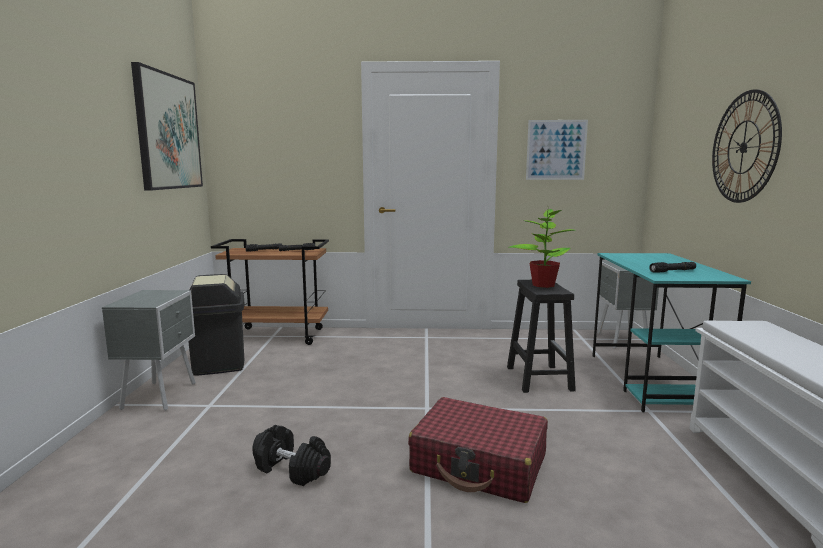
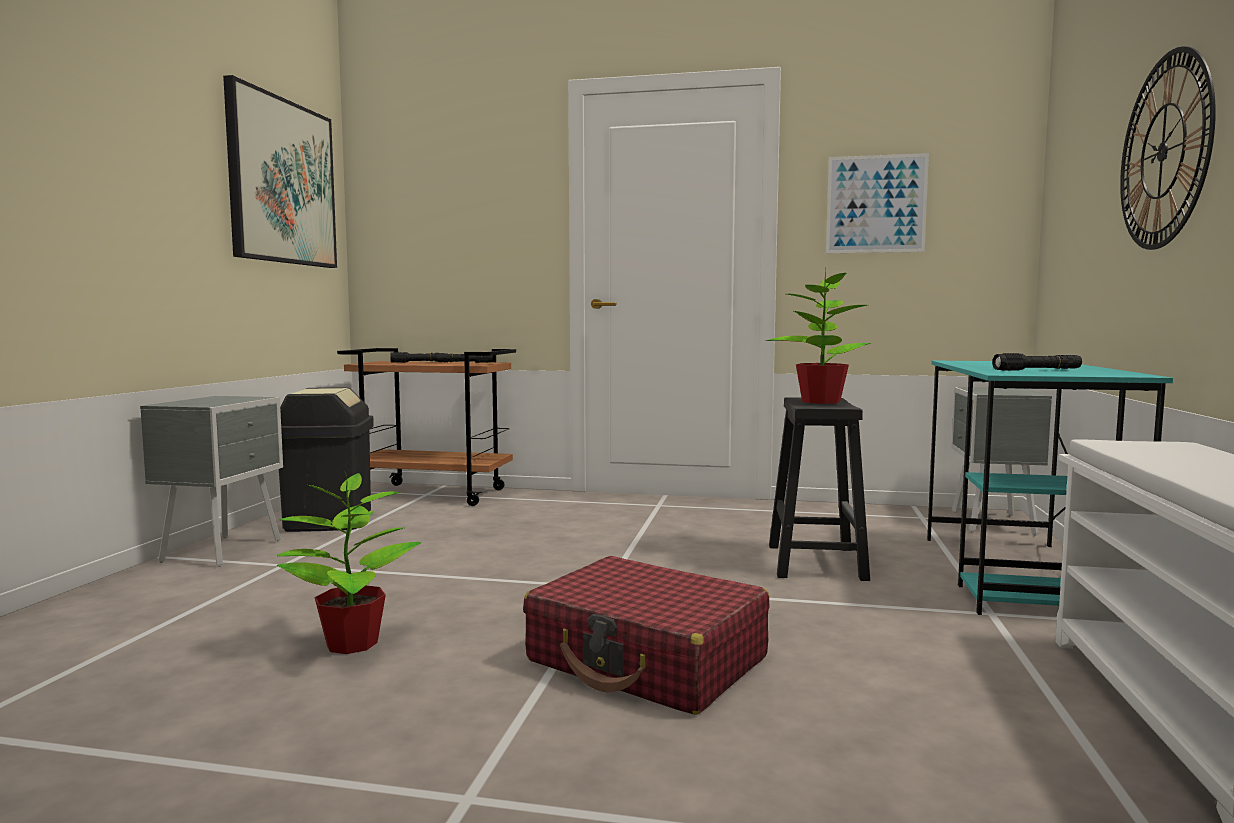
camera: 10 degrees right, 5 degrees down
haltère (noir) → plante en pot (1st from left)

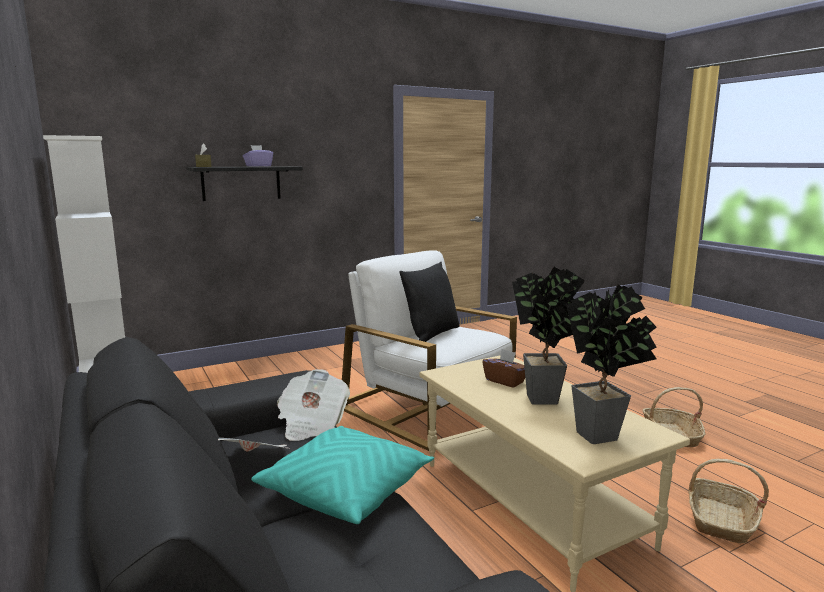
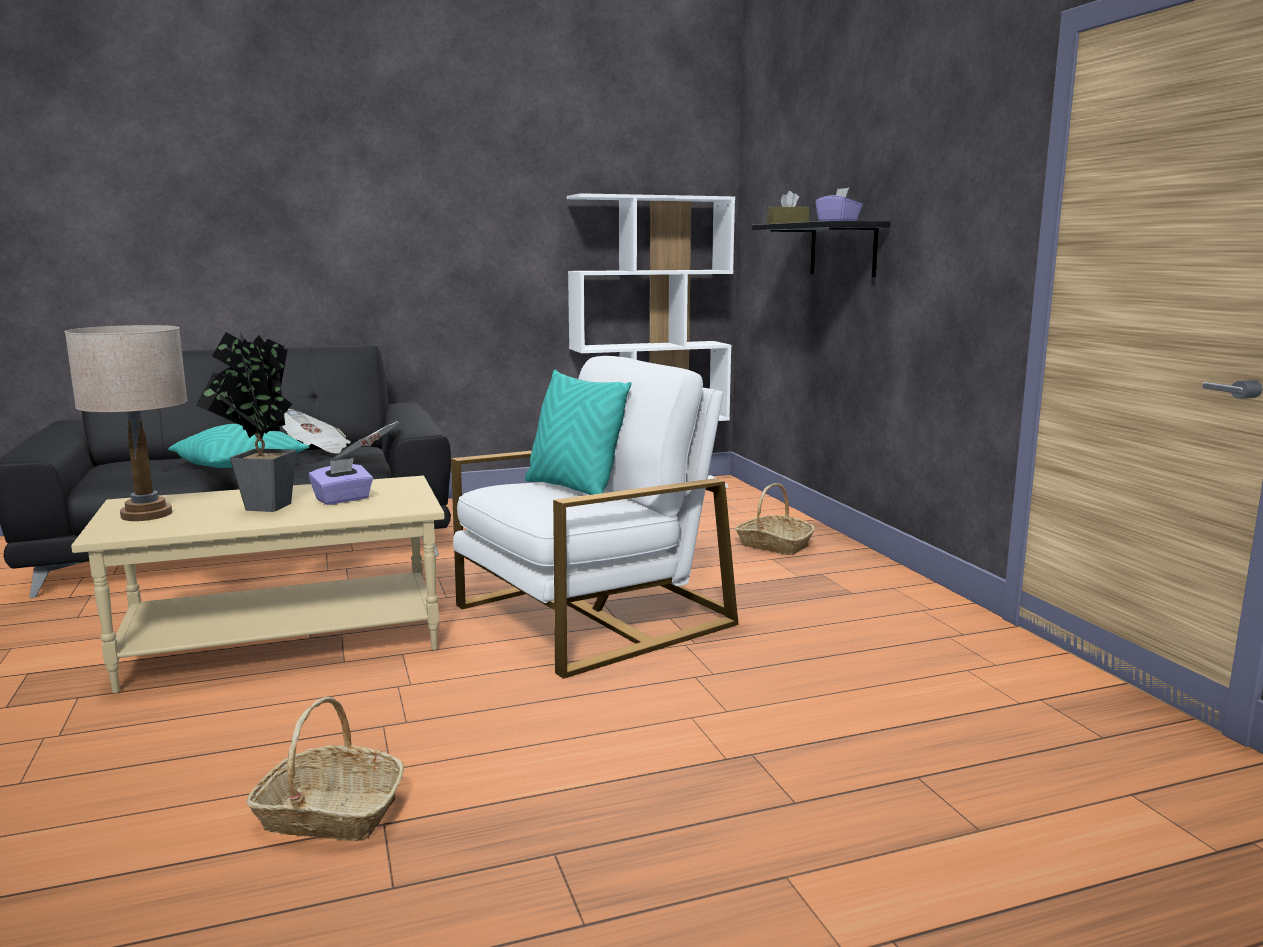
camera: 100 degrees right, 0 degrees up
coussin (noir) → coussin (turquoise) (2nd from left)
plante en pot (2nd from left) → lampe de table (beige)
boîte à mouchoirs (marron) (2nd from left) → boîte à mouchoirs (violet) (1st from left)
panier (2nd from left), moved

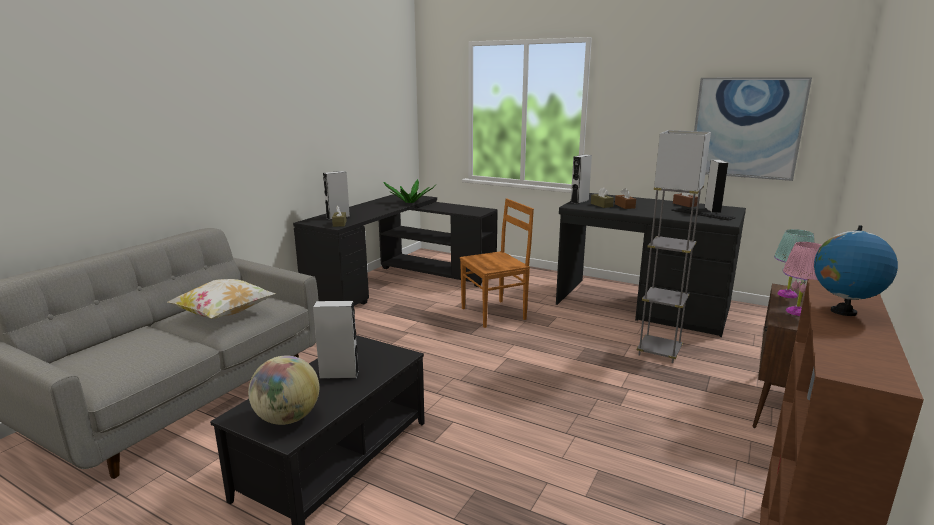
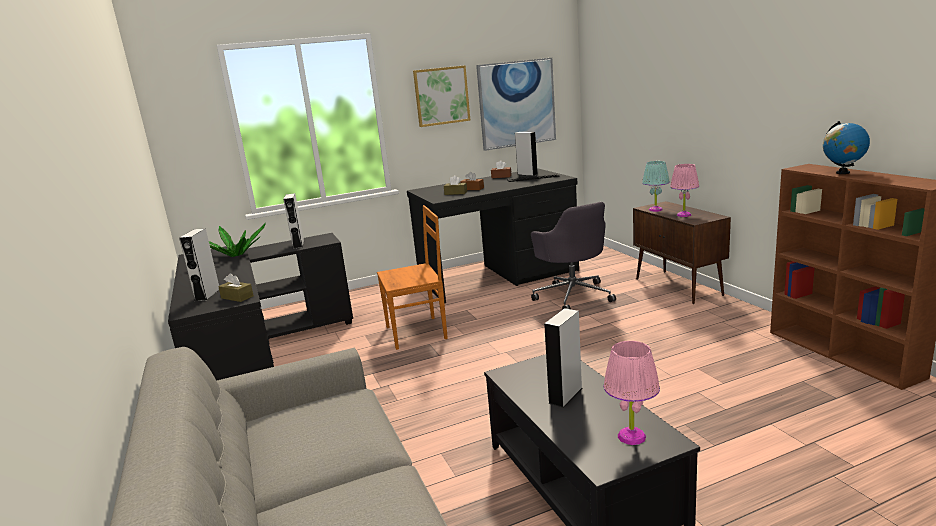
camera: 50 degrees left, 0 degrees up
lampadaire (gris) → chaise de bureau (gris)
enceinte (gris) (3rd from left in the first image) → enceinte (gris) (2nd from left), moved
chaise (marron), 60 degrees clockwise
coussin → -
globe (1st from left) → lampe de table (rose) (1st from left)
- → tableau (1st from left)

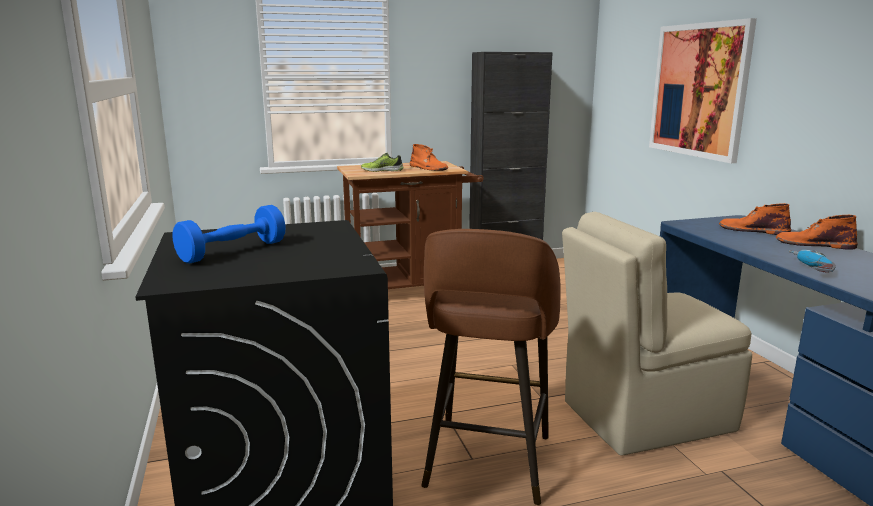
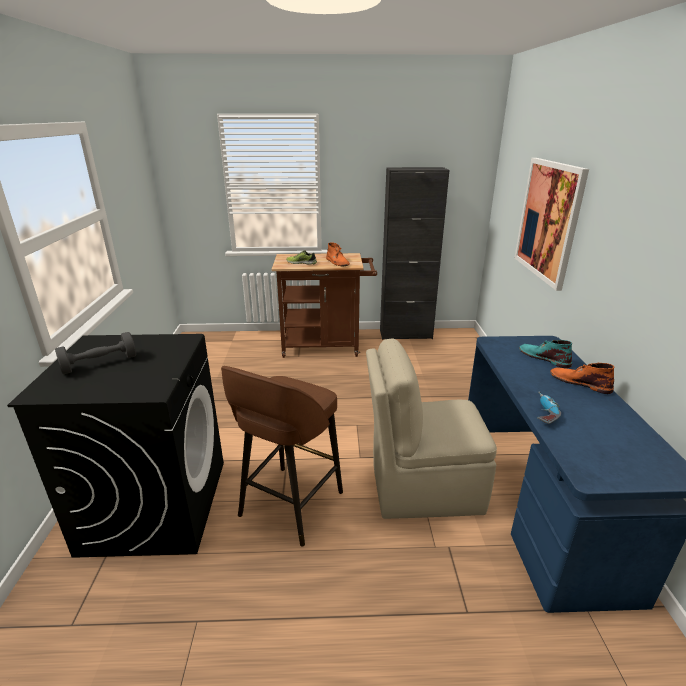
camera: 15 degrees right, 10 degrees up
botte (orange) (2nd from left) → botte (turquoise)
haltère (bleu) → haltère (gris)

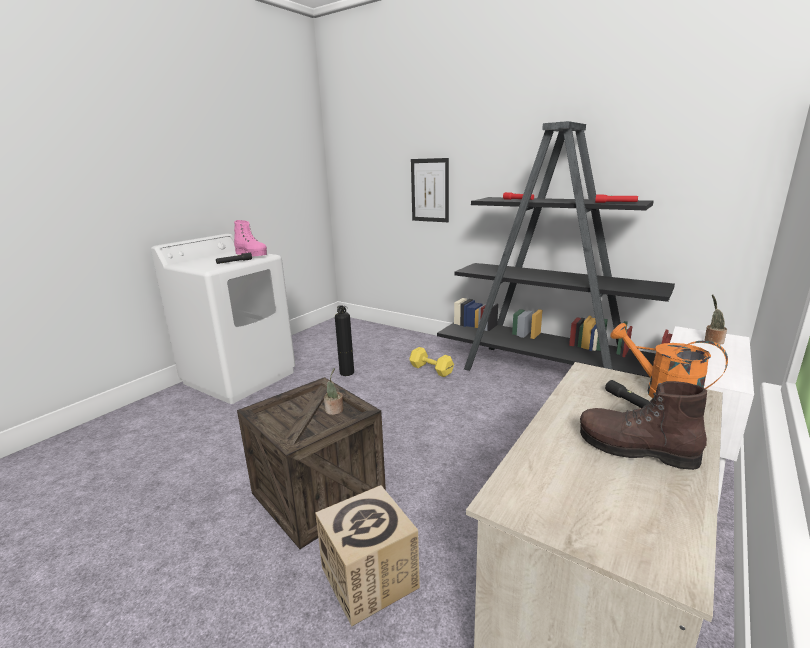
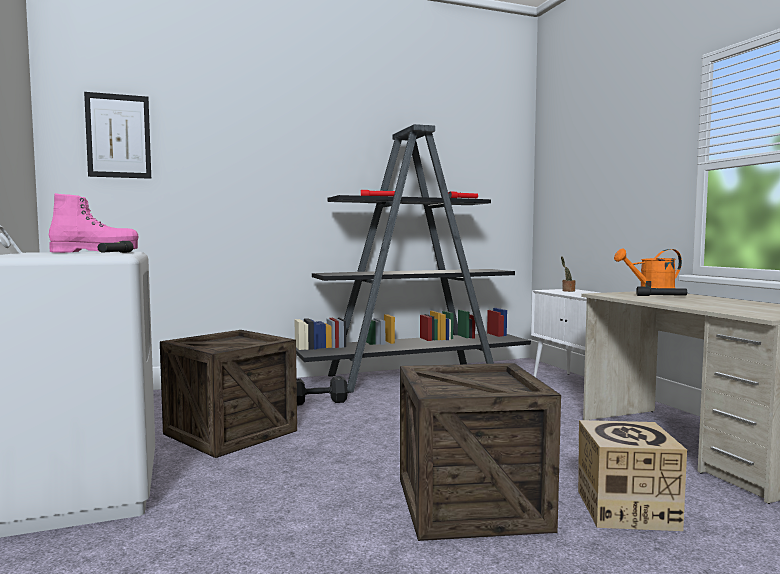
camera: 55 degrees left, 15 degrees down
tableau, moved
extincteur → caisse (1st from left)
haltère (jaune) → haltère (noir)
plante en pot (1st from left) → -
botte (marron) → -

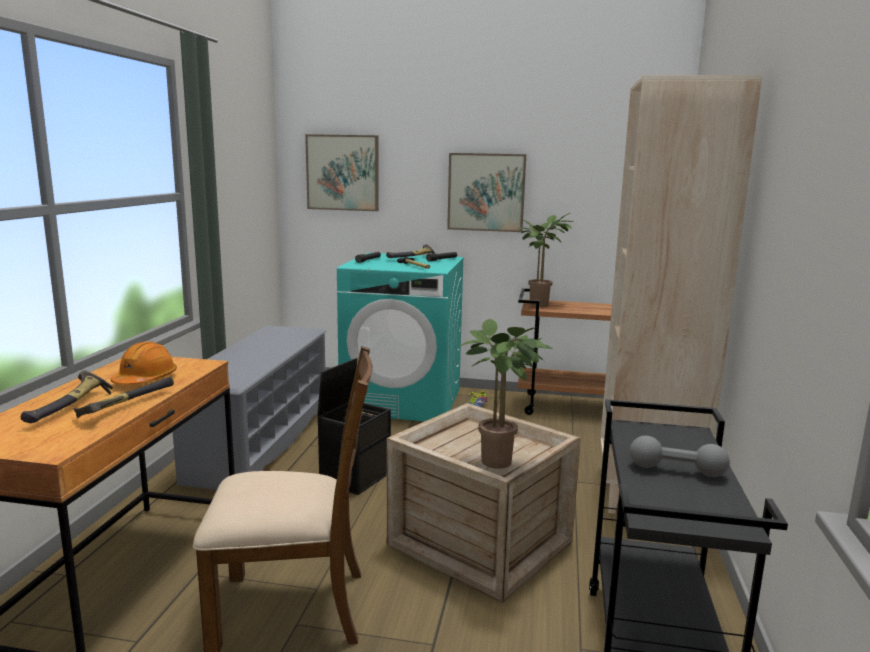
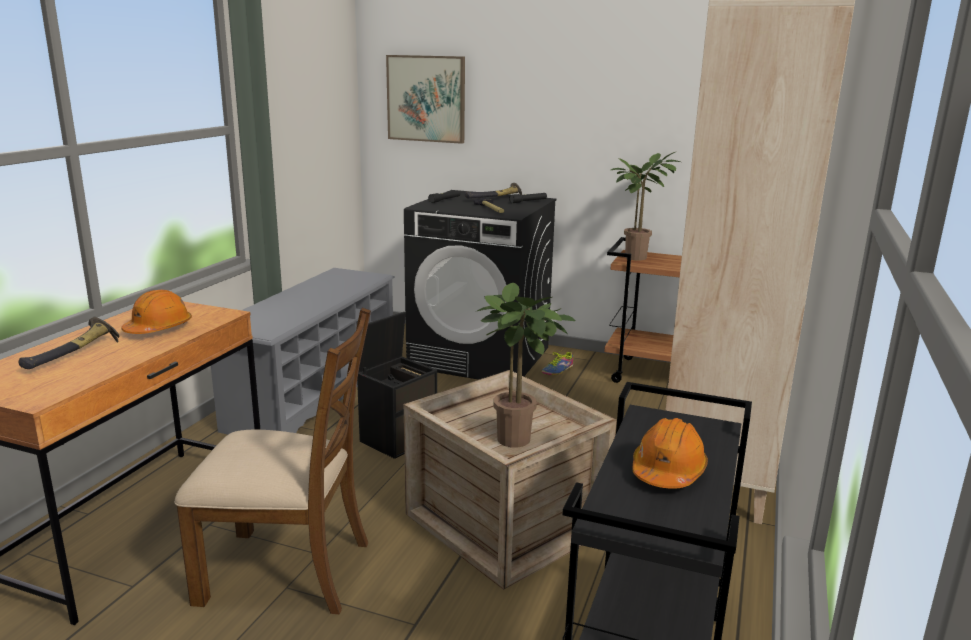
camera: 10 degrees right, 5 degrees up
tableau (2nd from left) → -
lave-linge (turquoise) → lave-linge (noir)
marteau (2nd from left) → -
haltère (gris) → casque de chantier (orange) (2nd from left)

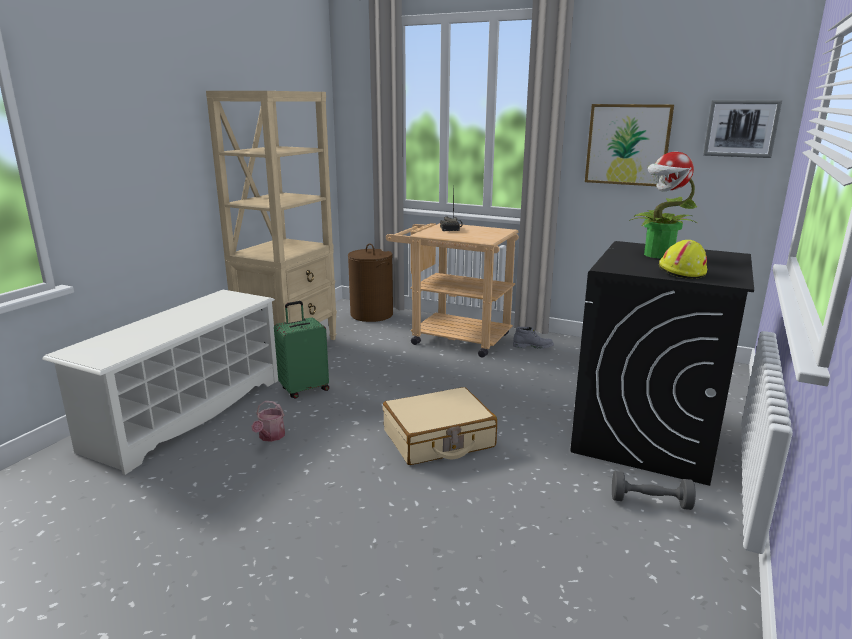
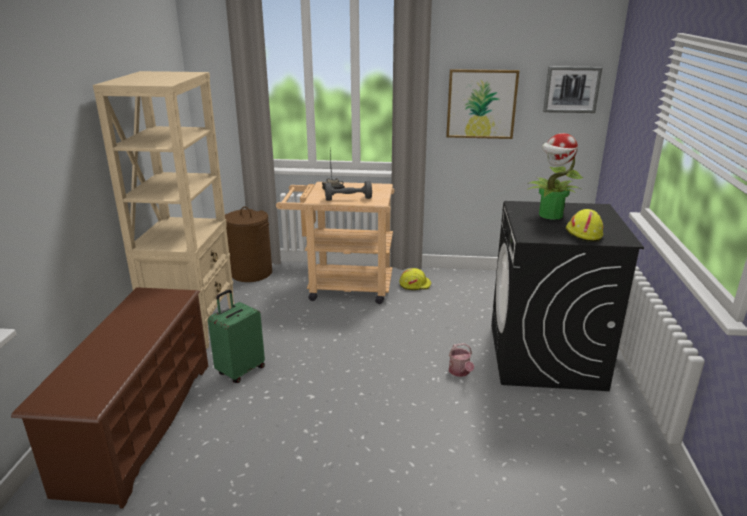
camera: 20 degrees left, 5 degrees up
étagère à chaussures (blanc) → étagère à chaussures (marron)
botte (gris) → casque de chantier (jaune) (1st from left)
valise (beige) → -
arrosoir, moved
haltère (gris), moved

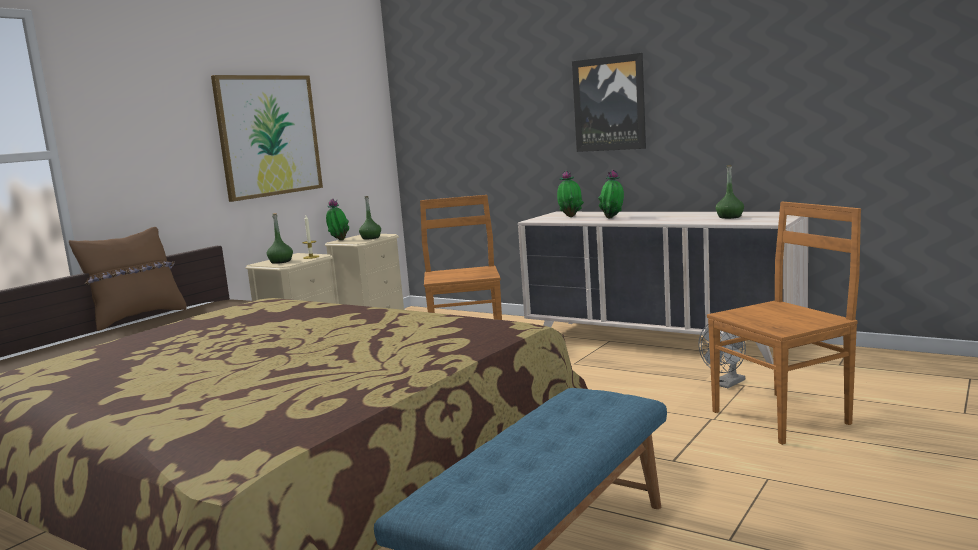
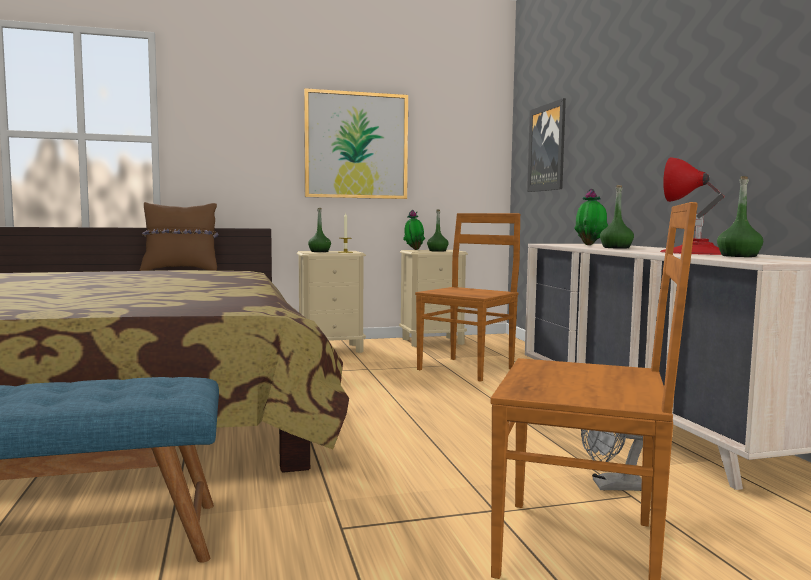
camera: 40 degrees right, 5 degrees down
tableau (2nd from left), moved
plante en pot (3rd from left) → bouteille (vert) (3rd from left)
- → lampe de table (rouge)

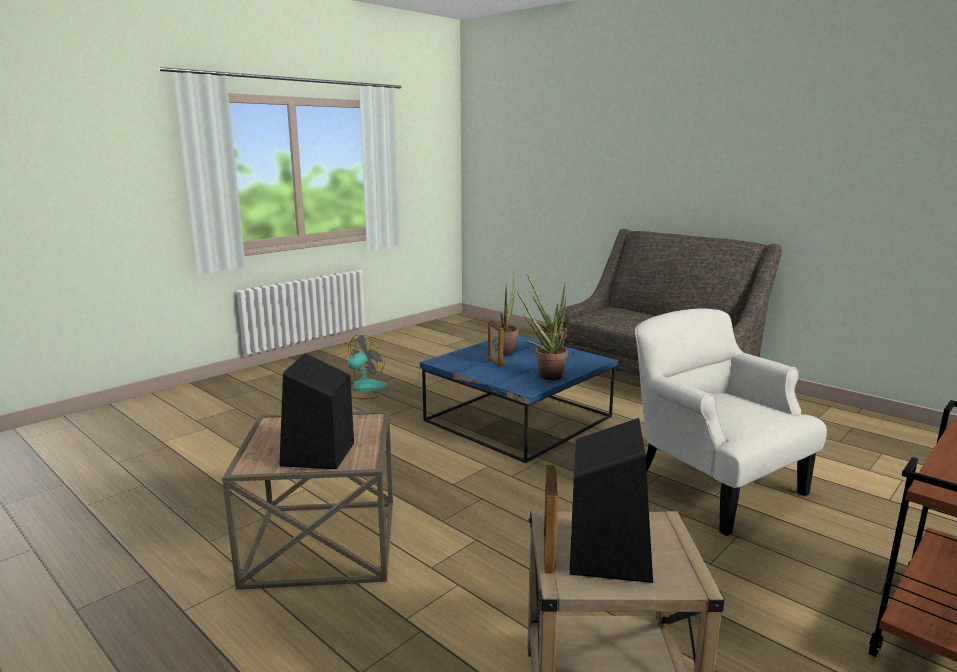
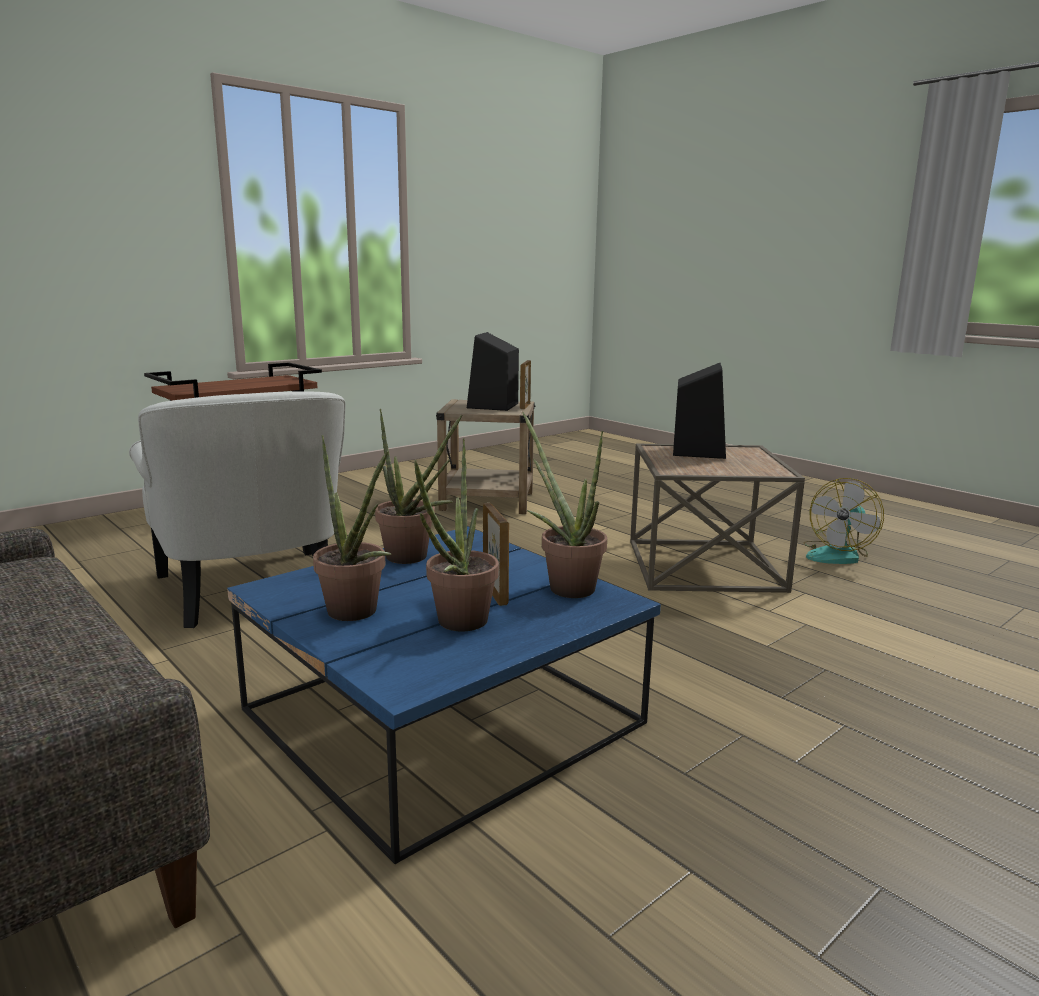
camera: 175 degrees left, 0 degrees up
ventilateur, moved
- → plante en pot (4th from left)

